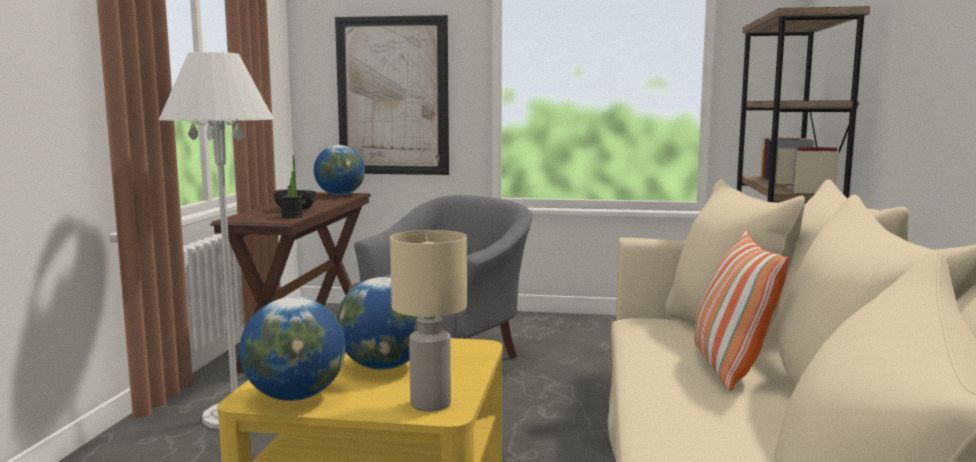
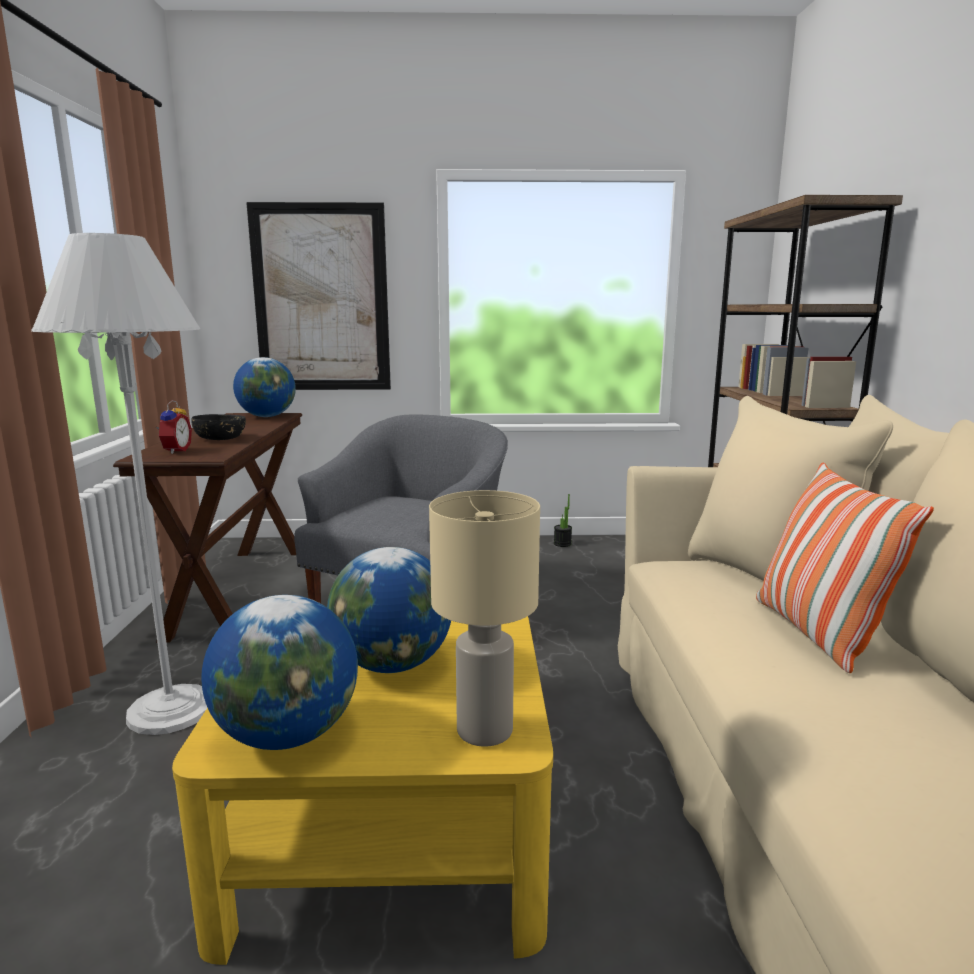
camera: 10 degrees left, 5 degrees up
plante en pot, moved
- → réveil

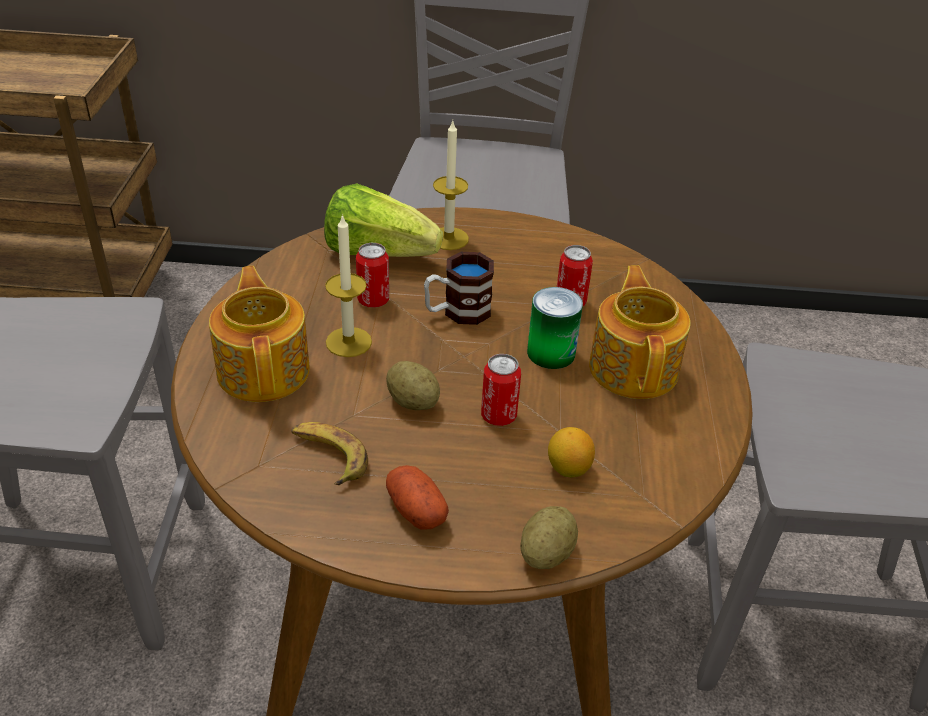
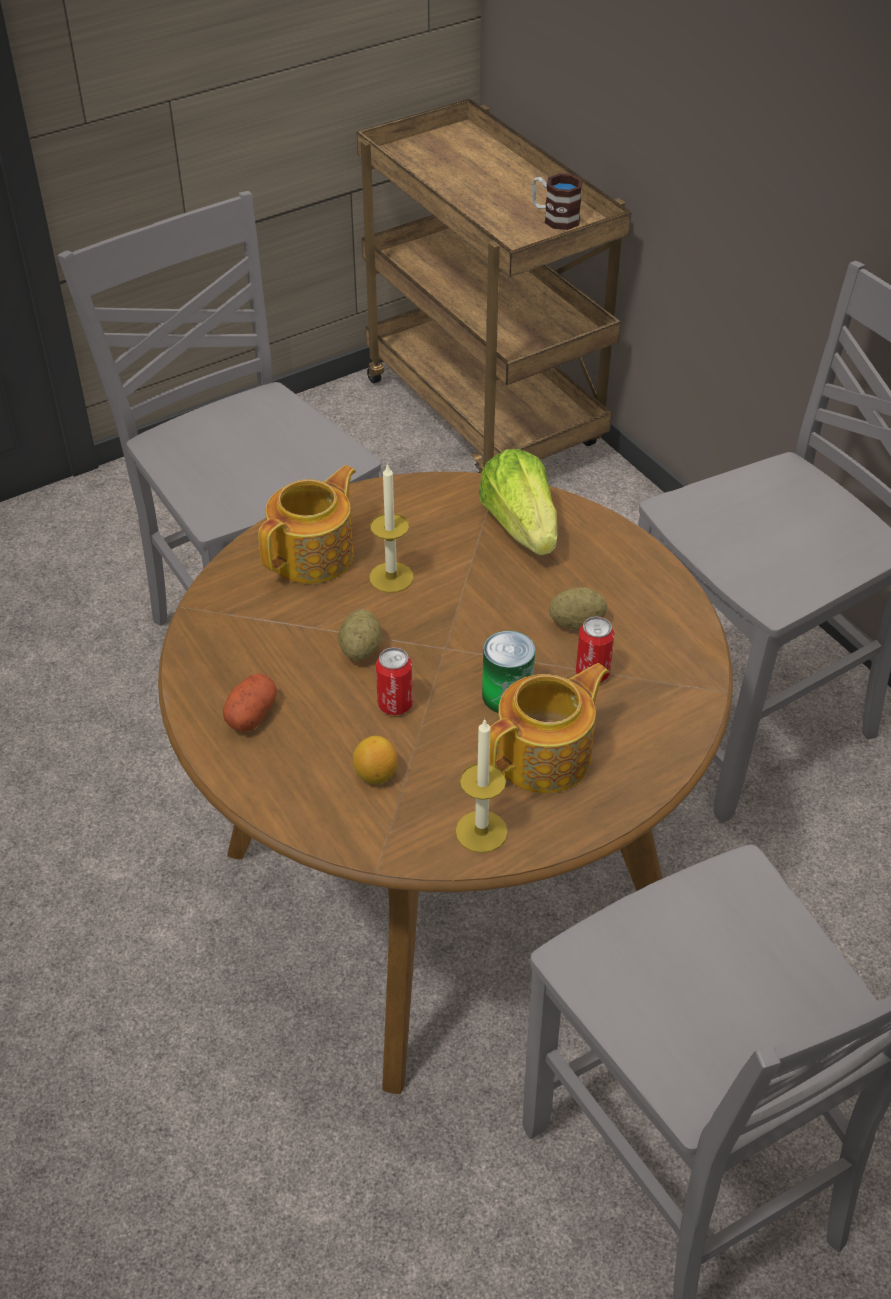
camera: 55 degrees right, 5 degrees up
bougie (2nd from left), moved
boîte métallique (1st from left) → -
mug, moved
banane → -
pomme de terre (3rd from left), moved

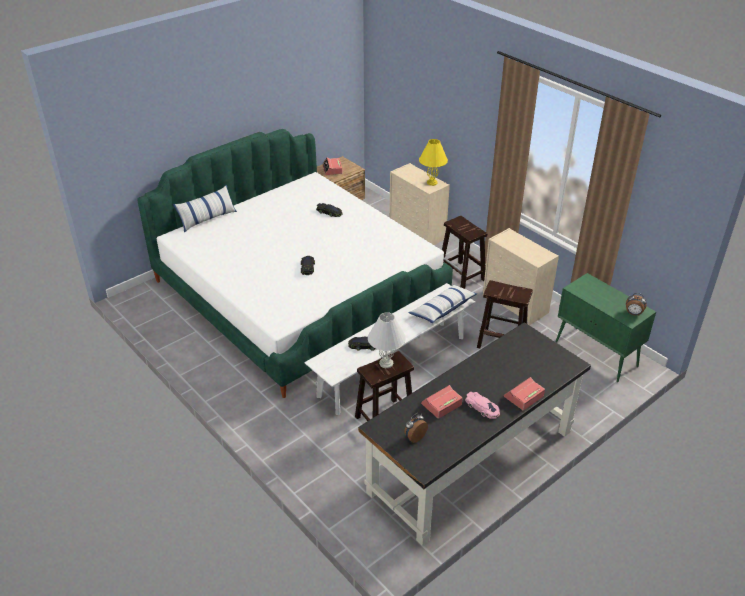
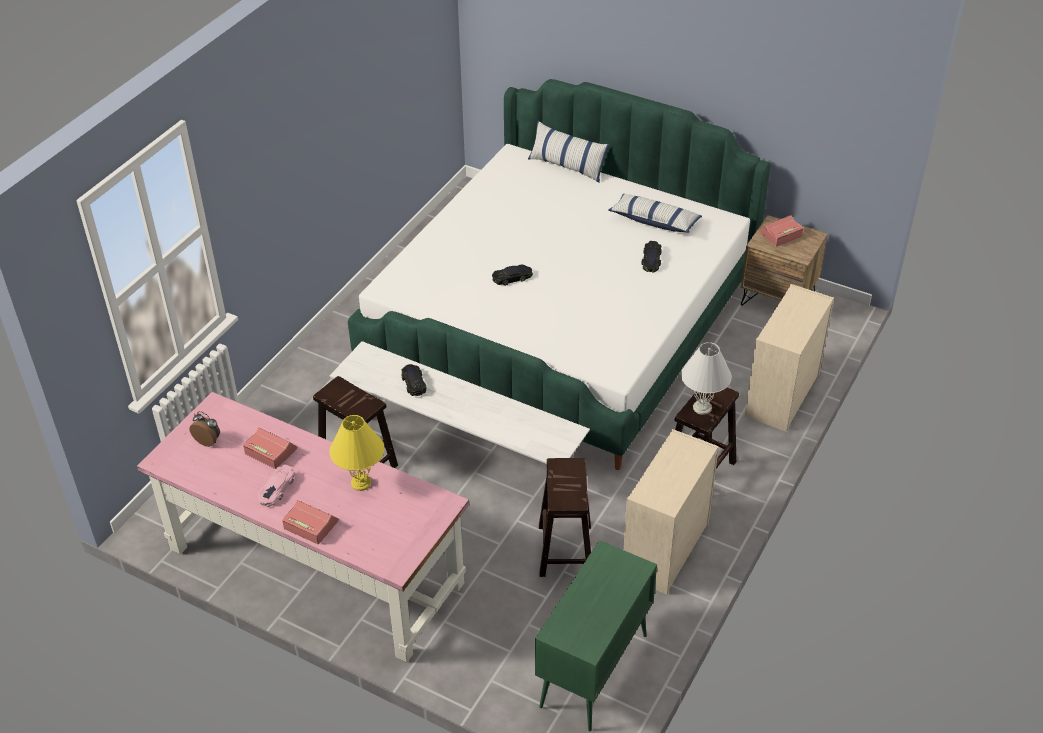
camera: 70 degrees right, 5 degrees up
lampe de table (jaune), moved
coussin (2nd from left), moved
réveil (5th from left) → -
lampe de table (blanc), moved
bureau (noir) → bureau (rose)

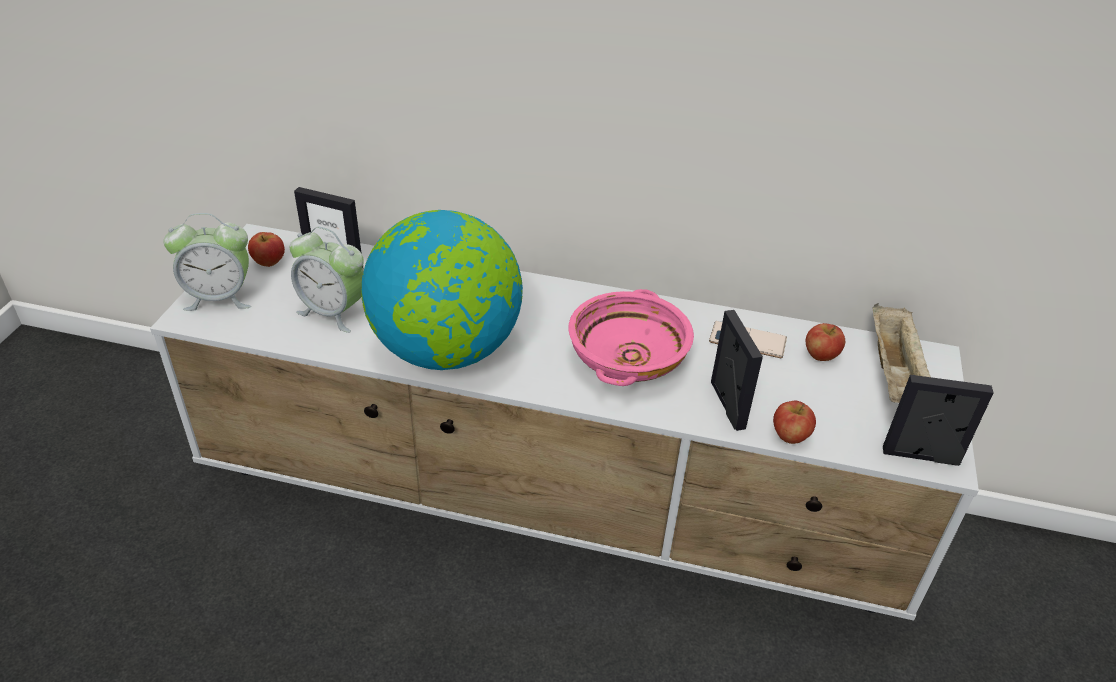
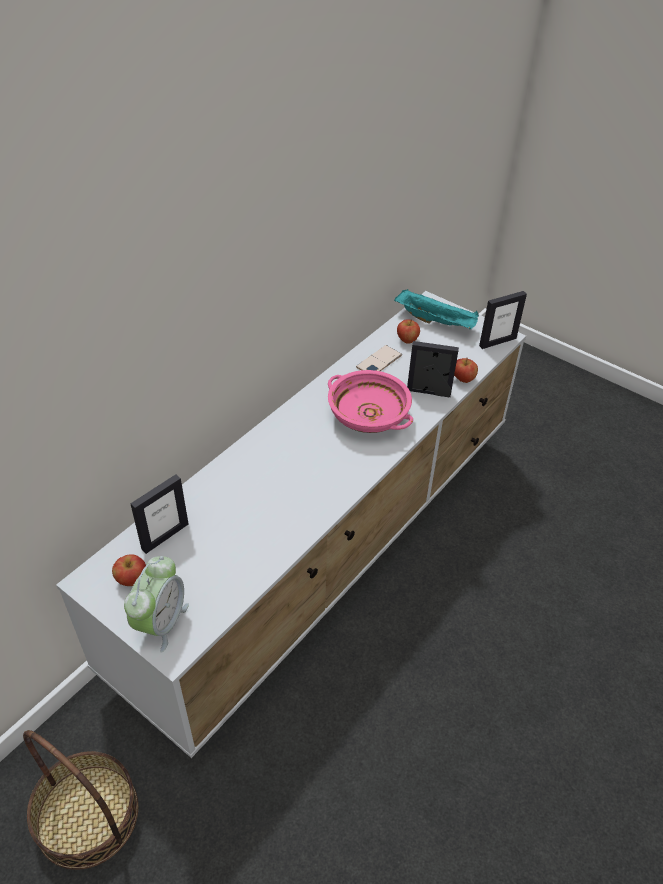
camera: 65 degrees left, 5 degrees up
globe → -
réveil (2nd from left) → -
plateau (beige) → plateau (turquoise)
cadre photo (3rd from left), 150 degrees counterclockwise
- → panier

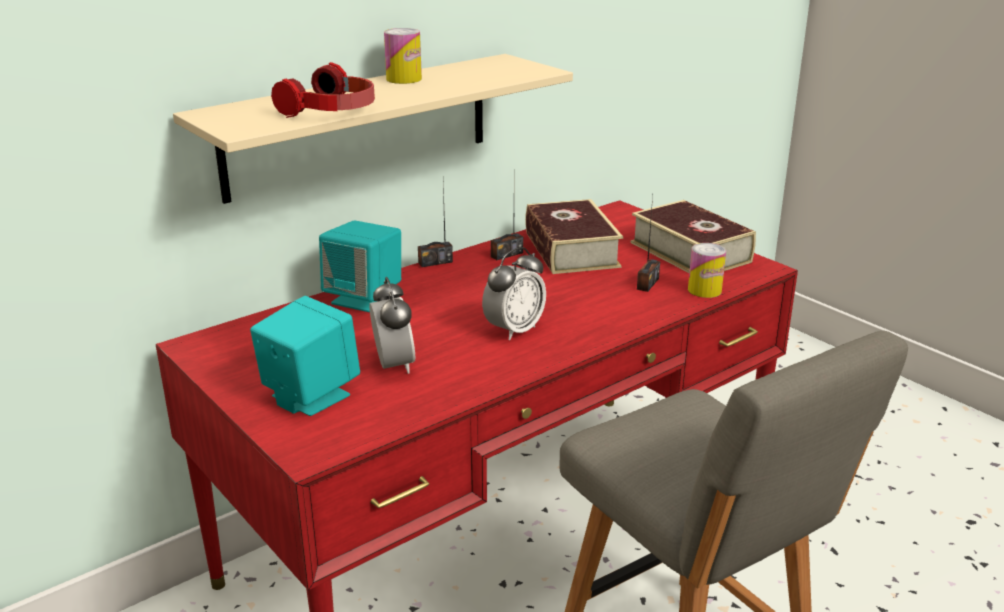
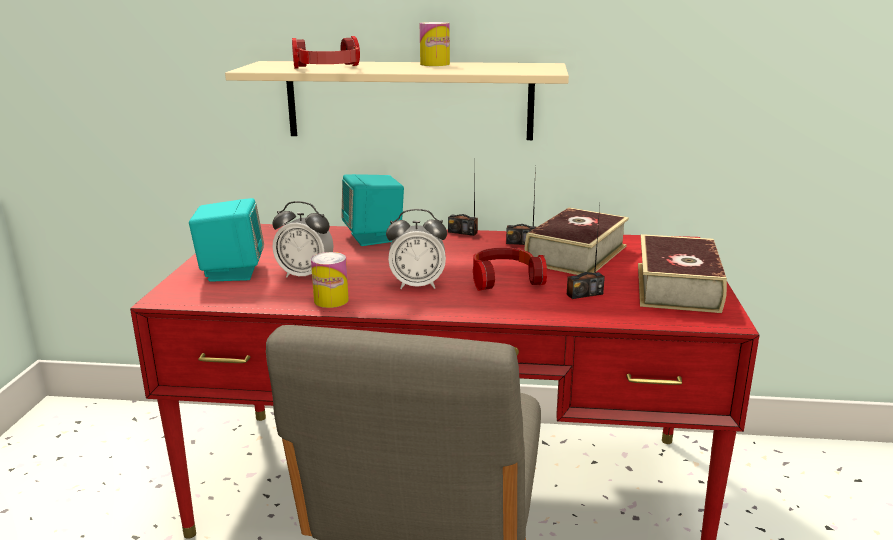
camera: 45 degrees right, 5 degrees down
boîte métallique (2nd from left in the first image) → boîte métallique (1st from left), moved
réveil (1st from left), 75 degrees clockwise
- → casque audio (2nd from left)

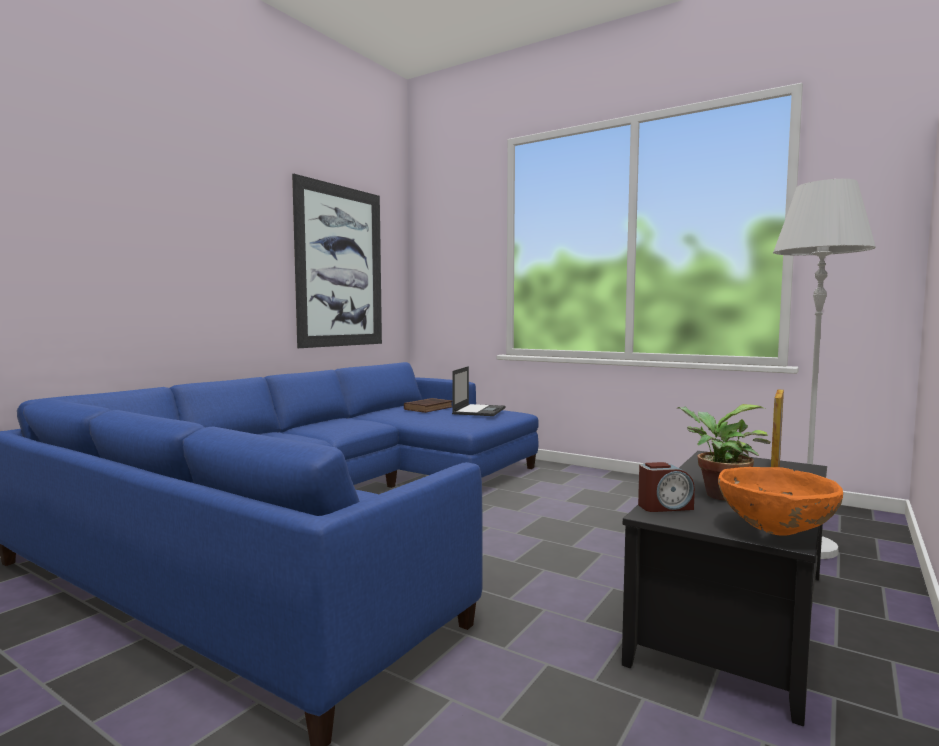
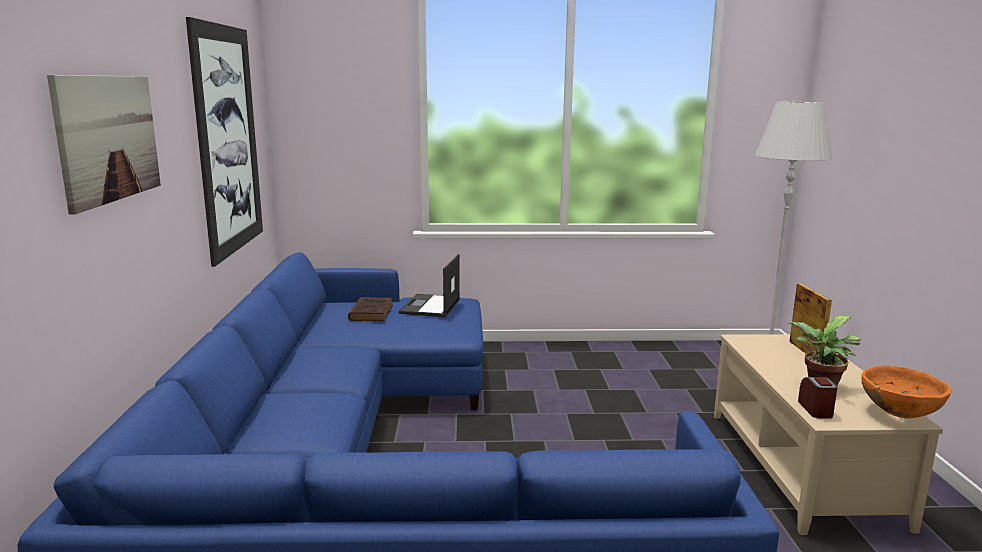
camera: 35 degrees left, 10 degrees up
ordinateur portable, 150 degrees counterclockwise
table basse (noir) → table basse (beige)
réveil, 45 degrees counterclockwise
- → tableau (1st from left)

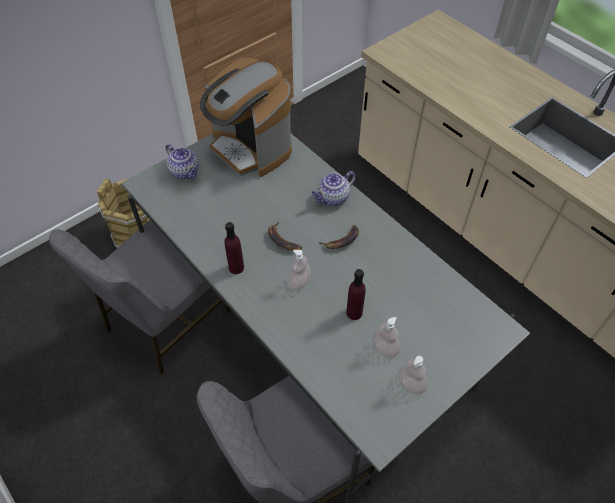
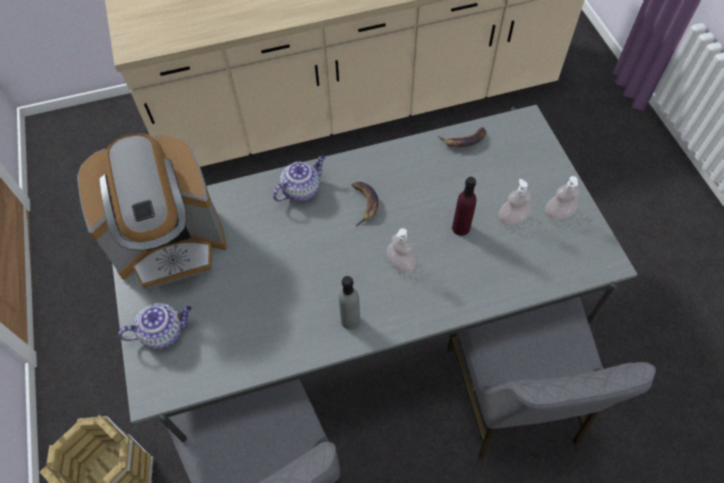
camera: 65 degrees left, 5 degrees up
théière (2nd from left), 120 degrees counterclockwise
bouteille (violet) (1st from left) → bouteille (gris)
banane (1st from left in the first image) → banane (2nd from left), moved

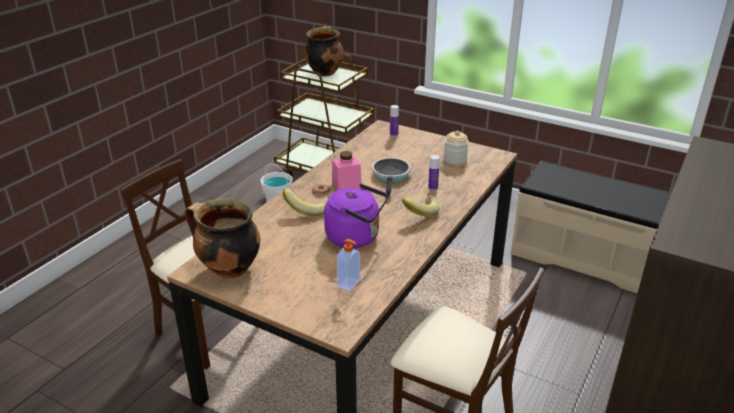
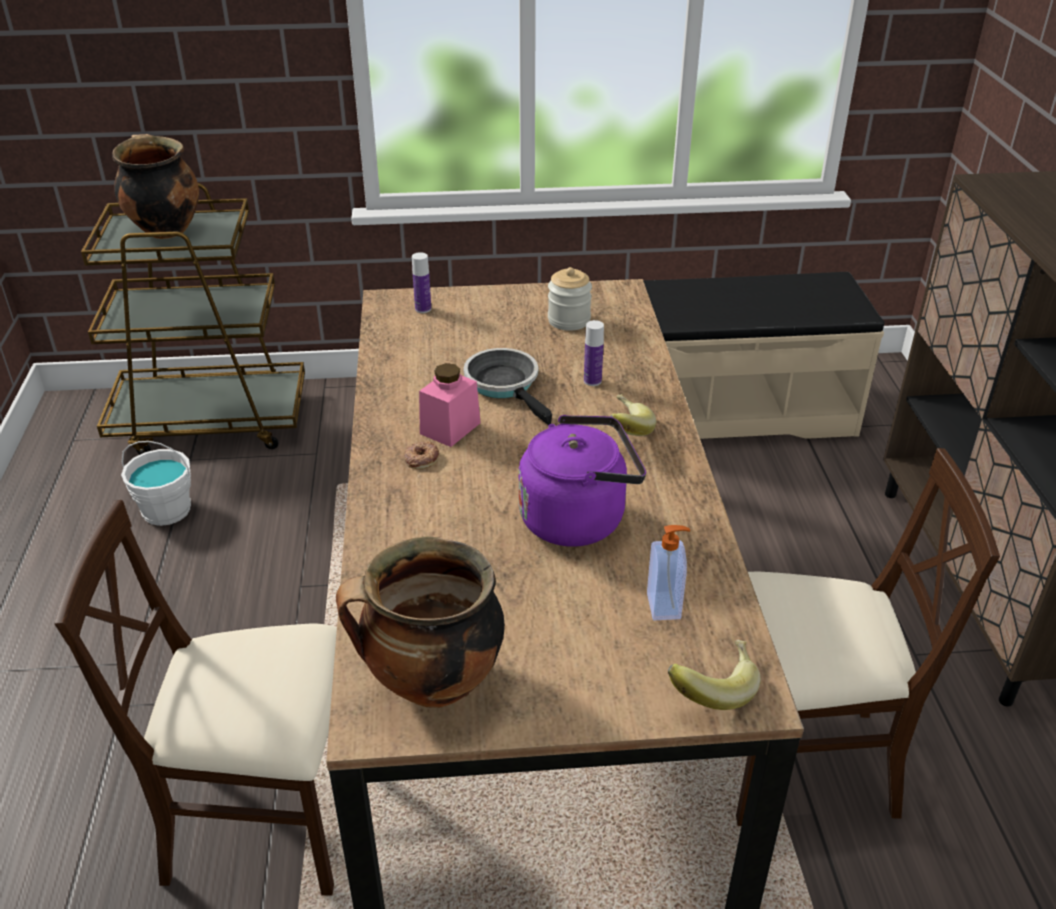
camera: 35 degrees left, 5 degrees up
banane (1st from left in the first image) → banane (2nd from left), moved

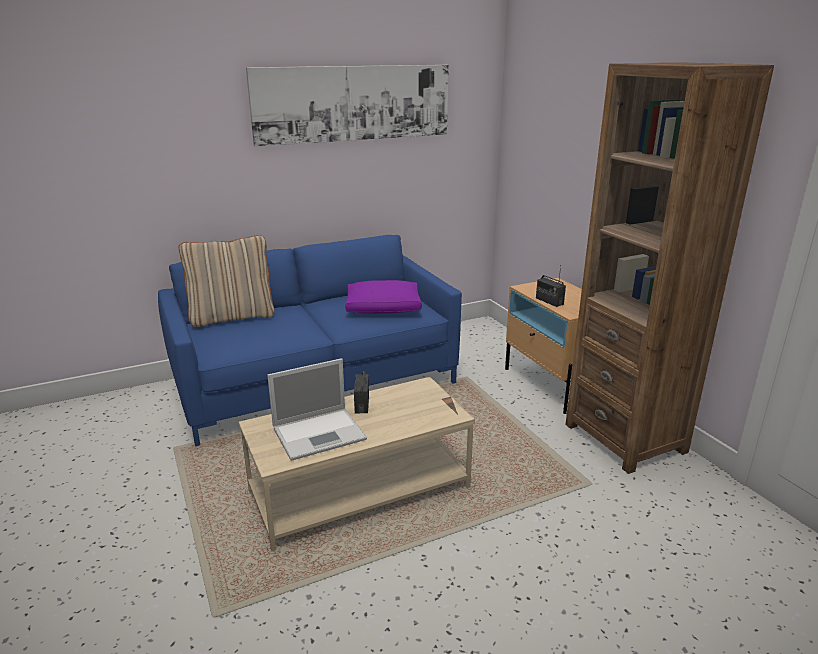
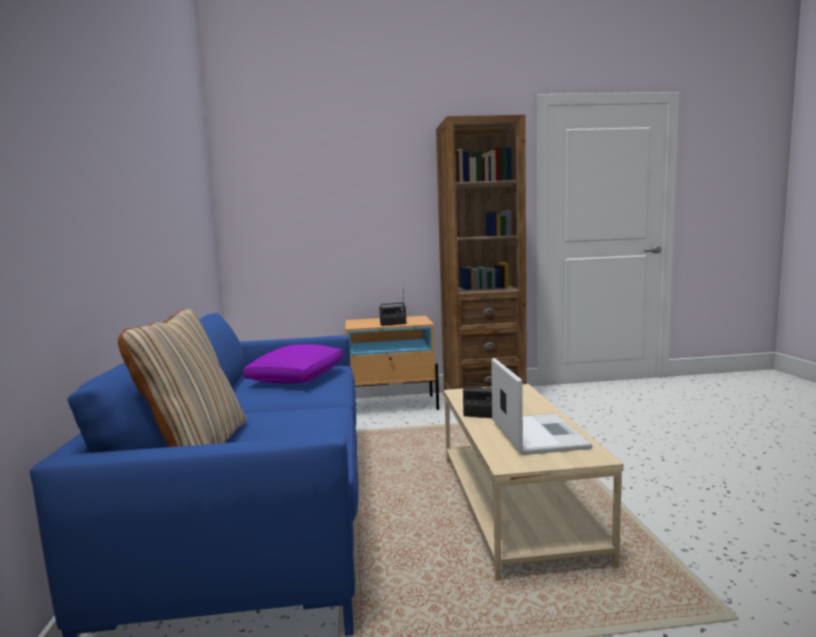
camera: 70 degrees left, 15 degrees down
tableau → -

